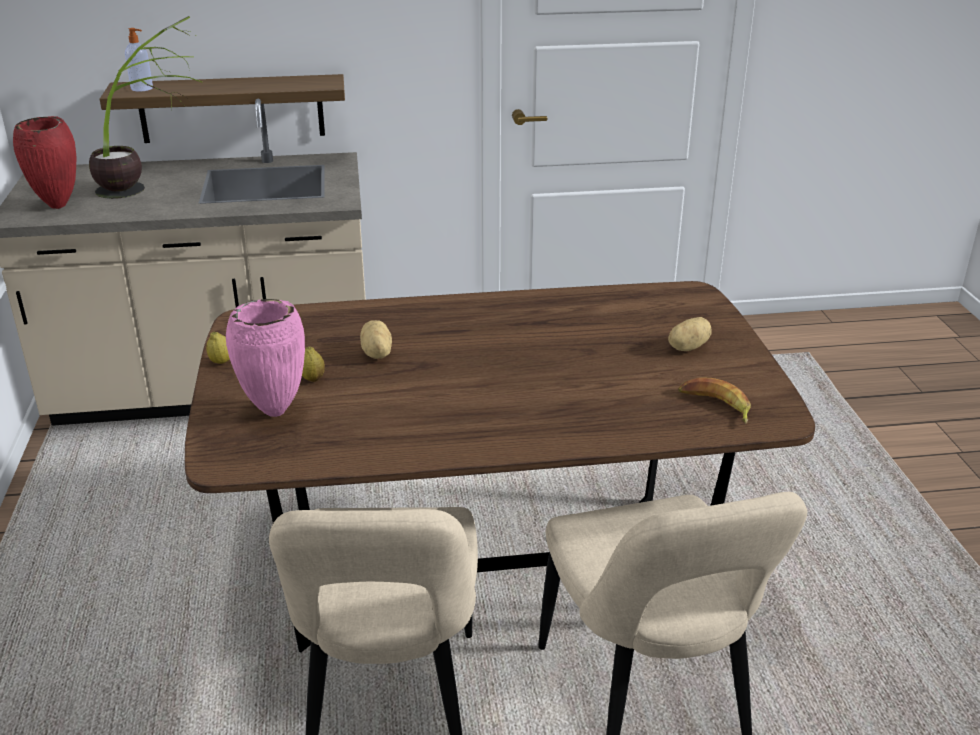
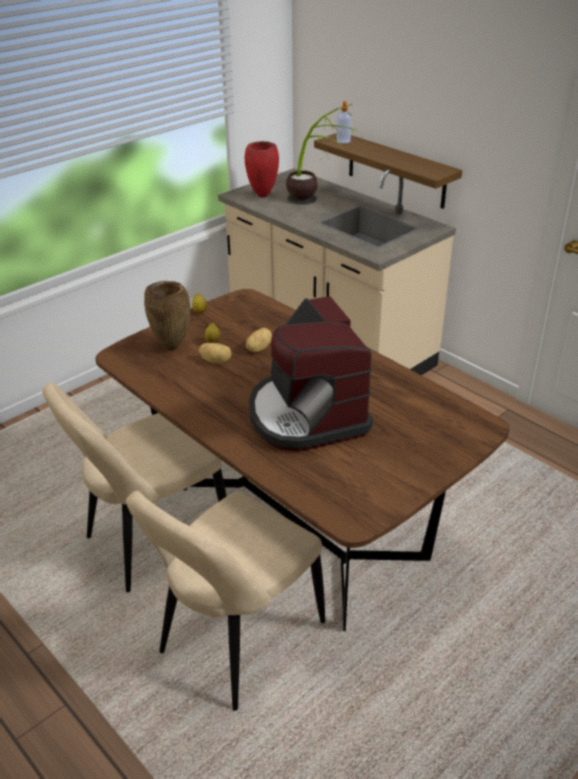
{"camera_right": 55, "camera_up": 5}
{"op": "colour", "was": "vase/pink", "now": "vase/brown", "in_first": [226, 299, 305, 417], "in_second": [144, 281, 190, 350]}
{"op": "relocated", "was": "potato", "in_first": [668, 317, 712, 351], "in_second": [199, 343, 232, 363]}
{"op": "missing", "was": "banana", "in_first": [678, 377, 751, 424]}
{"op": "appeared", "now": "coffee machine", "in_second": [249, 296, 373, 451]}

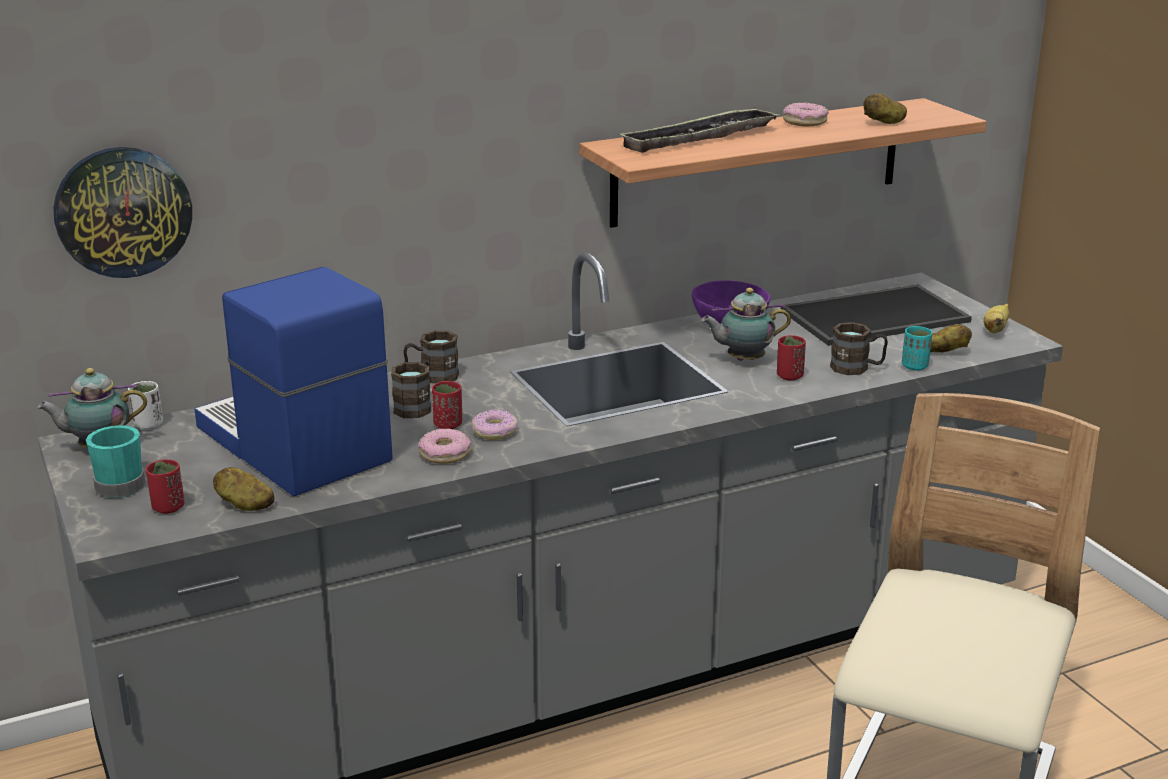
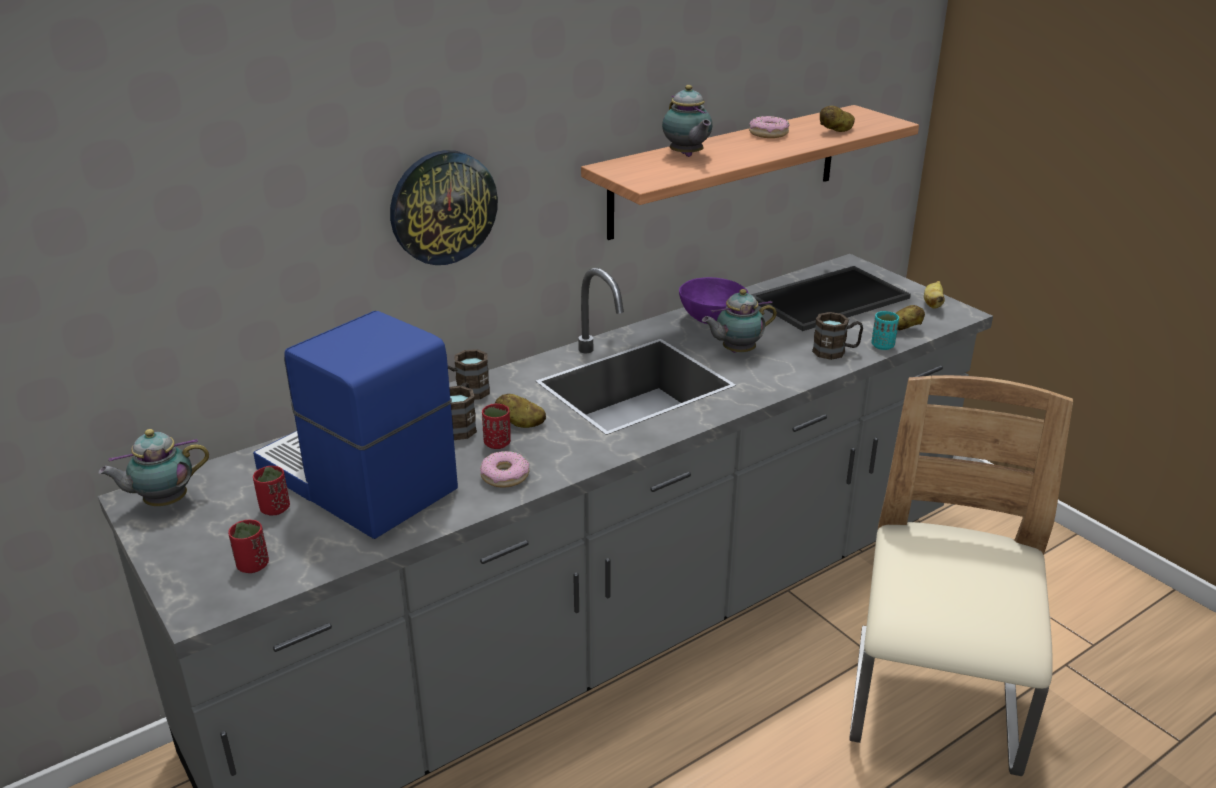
{"camera_right": -10, "camera_up": 5}
{"op": "exchanged", "was": "tray", "now": "teapot", "in_first": [618, 107, 778, 153], "in_second": [662, 85, 712, 157]}
{"op": "relocated", "was": "wall clock", "in_first": [53, 147, 192, 278], "in_second": [390, 150, 498, 265]}
{"op": "relocated", "was": "cup/red", "in_first": [777, 335, 806, 380], "in_second": [253, 466, 290, 516]}
{"op": "missing", "was": "cup/white", "in_first": [128, 381, 163, 430]}
{"op": "missing", "was": "donut", "in_first": [472, 409, 518, 440]}
{"op": "missing", "was": "mug/turquoise", "in_first": [86, 425, 146, 498]}
{"op": "relocated", "was": "potato", "in_first": [213, 467, 274, 511], "in_second": [495, 394, 546, 428]}

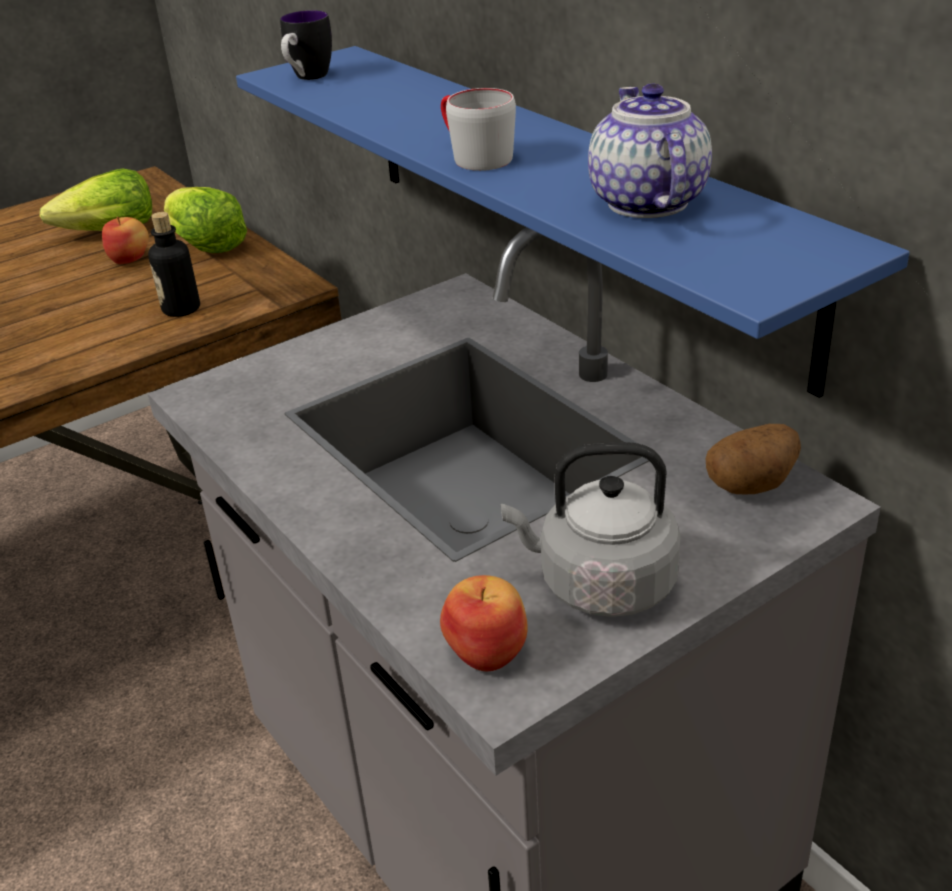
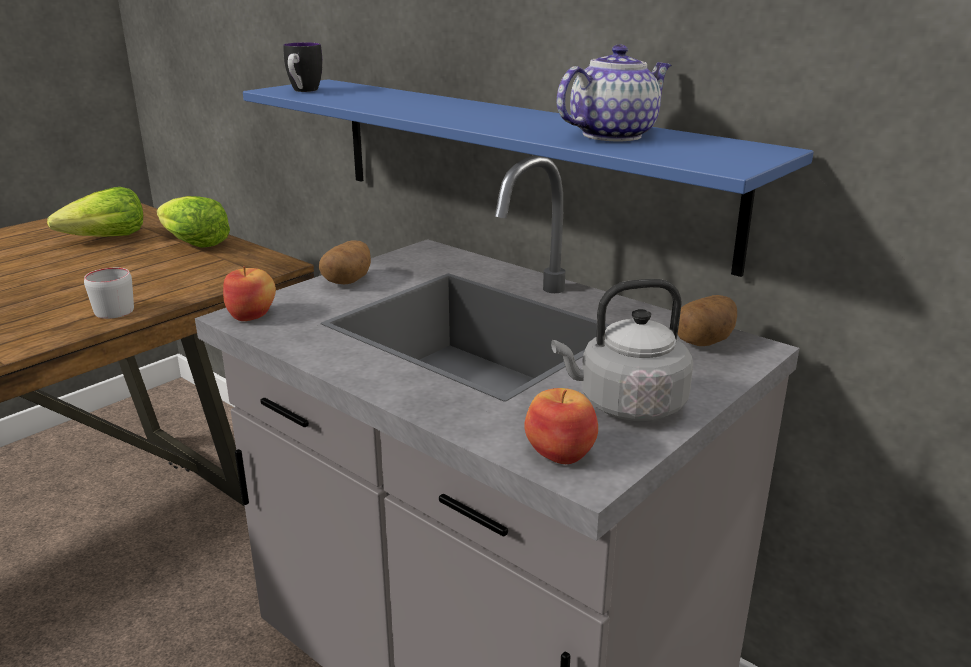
{"camera_right": -15, "camera_up": -10}
{"op": "spun", "was": "teapot", "in_first": [588, 84, 712, 218], "in_second": [557, 45, 672, 141], "clockwise": 75}
{"op": "relocated", "was": "mug/grey", "in_first": [441, 88, 516, 171], "in_second": [84, 268, 134, 319]}
{"op": "missing", "was": "bottle", "in_first": [148, 212, 200, 317]}
{"op": "relocated", "was": "apple", "in_first": [102, 217, 149, 264], "in_second": [223, 266, 276, 321]}
{"op": "appeared", "now": "potato", "in_second": [319, 240, 371, 284]}

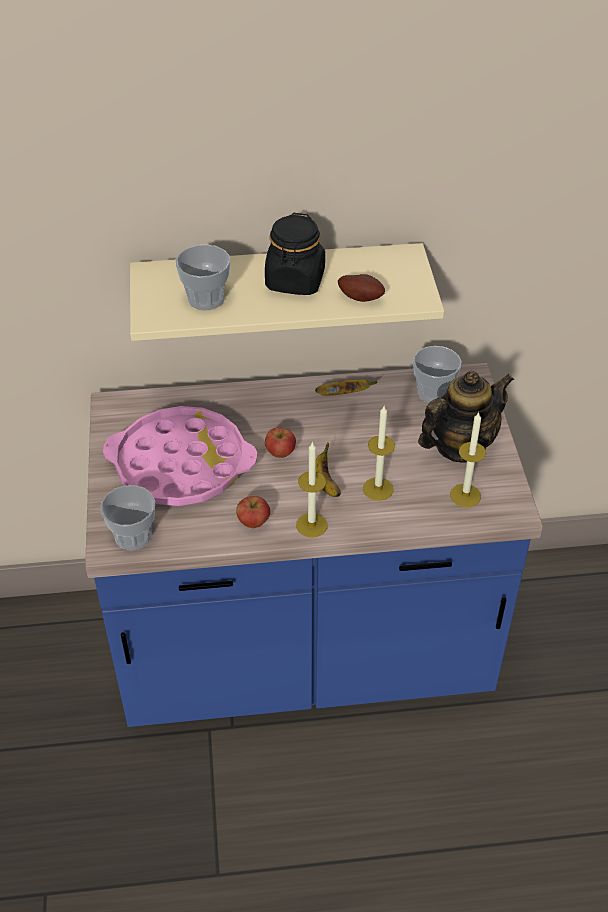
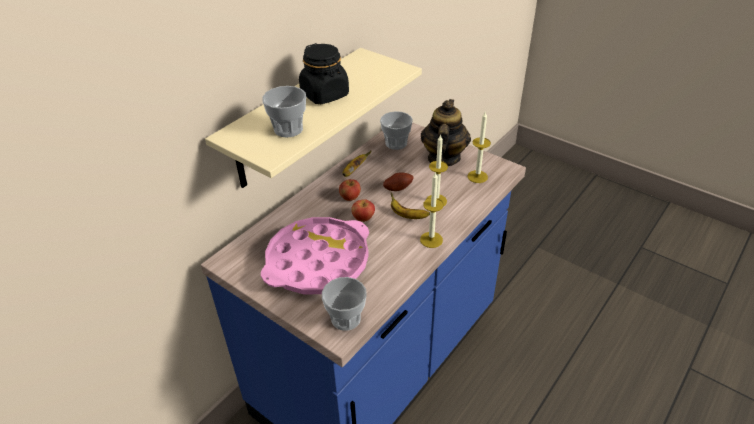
{"camera_right": -45, "camera_up": -5}
{"op": "relocated", "was": "potato", "in_first": [338, 274, 385, 302], "in_second": [383, 173, 414, 191]}
{"op": "relocated", "was": "apple", "in_first": [236, 496, 270, 528], "in_second": [339, 179, 361, 201]}

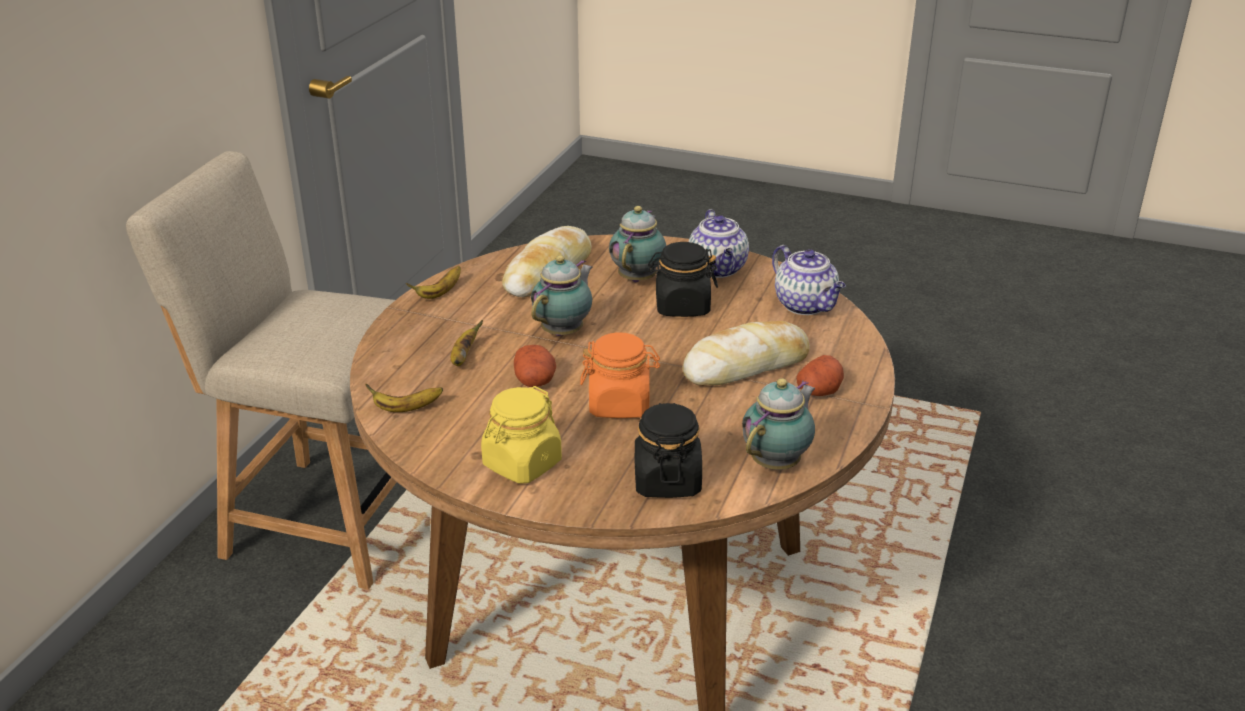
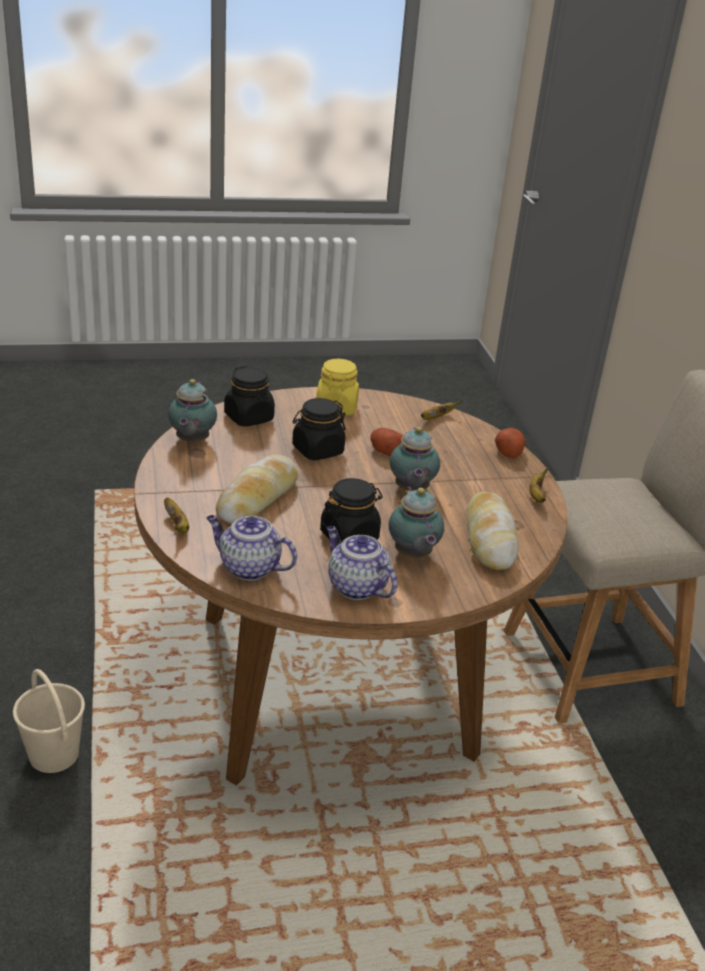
{"camera_right": 145, "camera_up": 0}
{"op": "relocated", "was": "banana", "in_first": [451, 320, 483, 366], "in_second": [164, 497, 189, 534]}
{"op": "colour", "was": "jar/orange", "now": "jar/black", "in_first": [580, 333, 660, 418], "in_second": [292, 398, 346, 460]}
{"op": "relocated", "was": "potato", "in_first": [796, 355, 844, 396], "in_second": [495, 428, 526, 458]}
{"op": "appeared", "now": "bucket/beige", "in_second": [13, 669, 85, 773]}

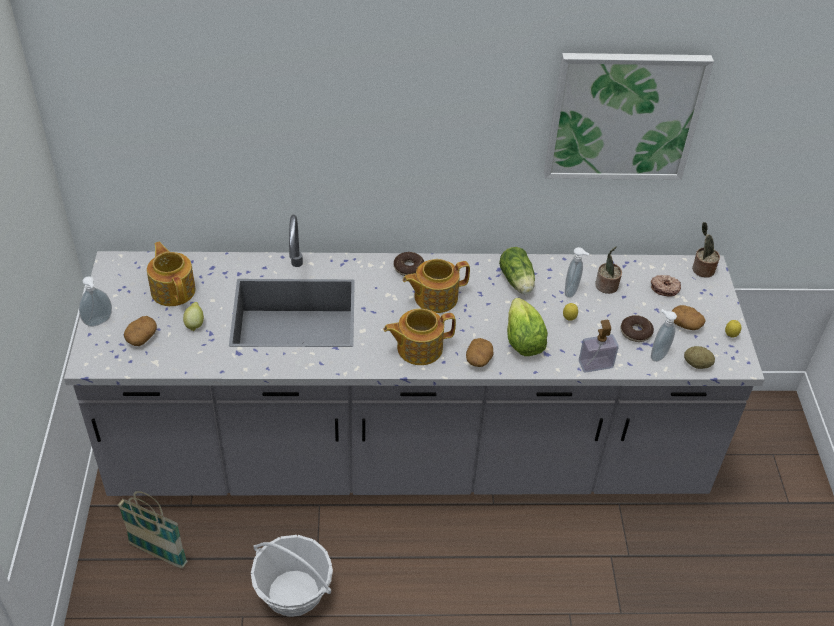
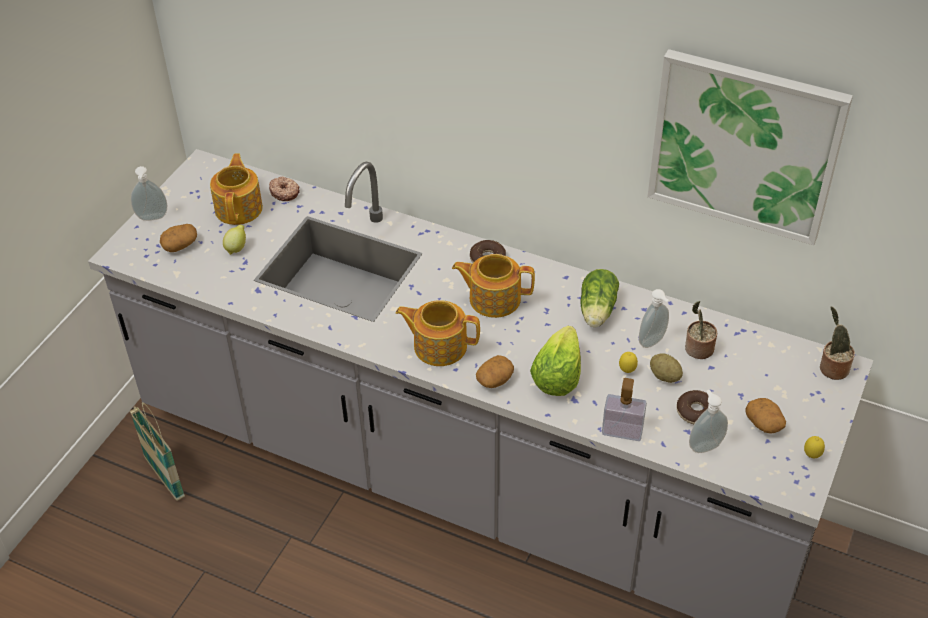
{"camera_right": 30, "camera_up": 0}
{"op": "relocated", "was": "donut", "in_first": [651, 275, 681, 297], "in_second": [269, 177, 300, 201]}
{"op": "relocated", "was": "potato", "in_first": [684, 346, 715, 369], "in_second": [650, 353, 683, 383]}
{"op": "missing", "was": "basket", "in_first": [251, 535, 333, 617]}

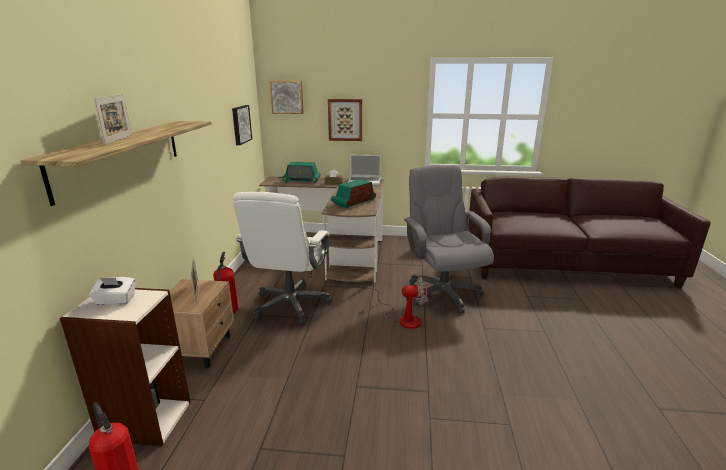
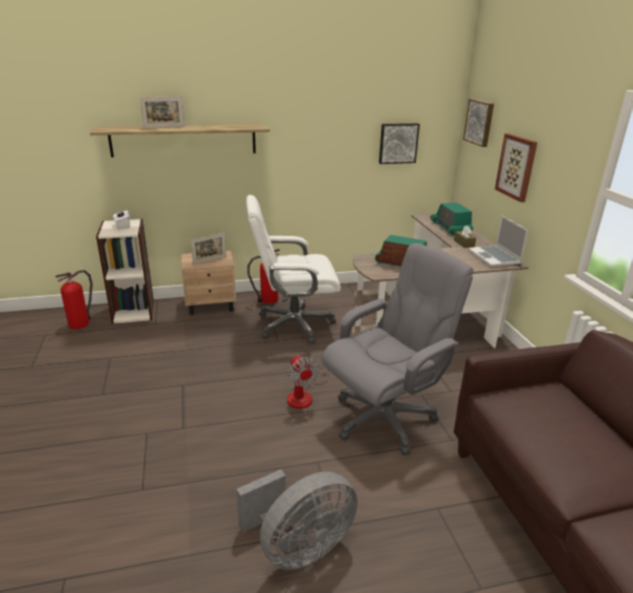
{"camera_right": 70, "camera_up": 5}
{"op": "appeared", "now": "fan/grey", "in_second": [236, 469, 358, 570]}

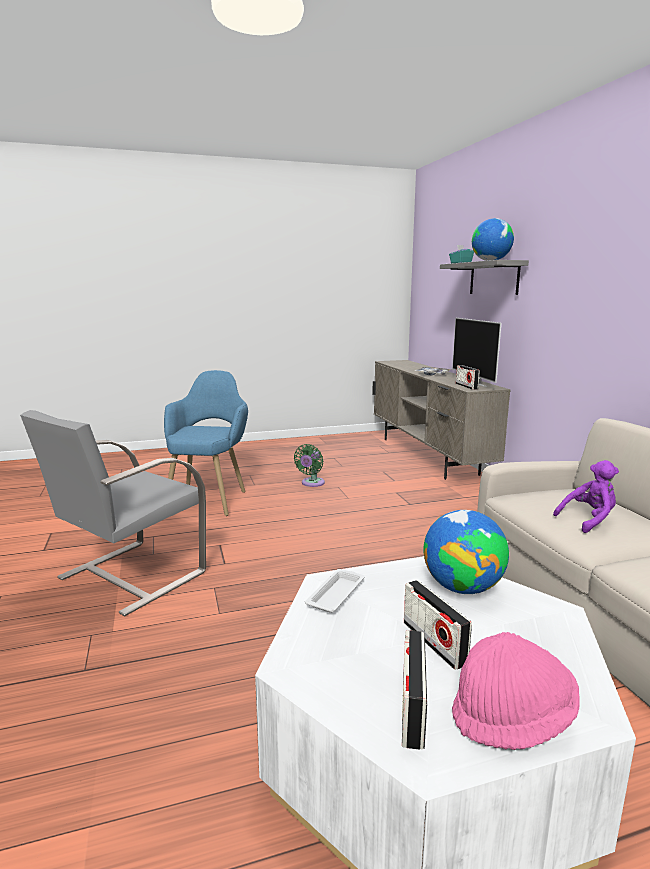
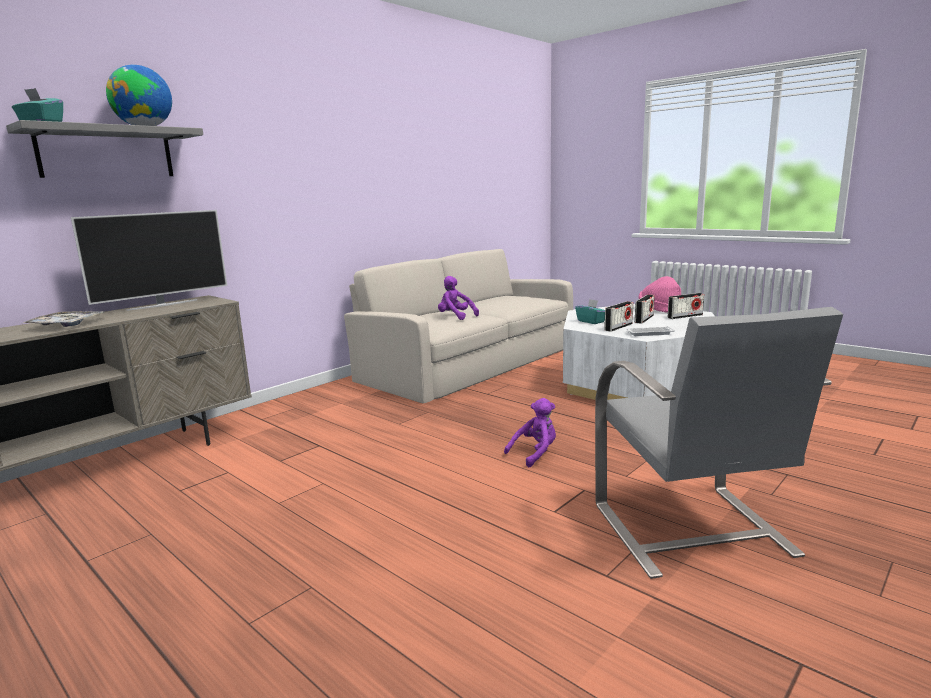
{"camera_right": -120, "camera_up": 0}
{"op": "relocated", "was": "radio", "in_first": [456, 365, 480, 390], "in_second": [604, 301, 633, 332]}
{"op": "missing", "was": "armchair/blue", "in_first": [164, 370, 248, 516]}
{"op": "spun", "was": "armchair/grey", "in_first": [20, 410, 206, 616], "in_second": [595, 307, 843, 579], "clockwise": 75}
{"op": "missing", "was": "fan/green", "in_first": [294, 444, 325, 487]}
{"op": "exchanged", "was": "globe", "now": "tissue box/turquoise", "in_first": [424, 510, 509, 594], "in_second": [575, 299, 605, 324]}
{"op": "appeared", "now": "plush toy/purple", "in_second": [504, 398, 556, 467]}

